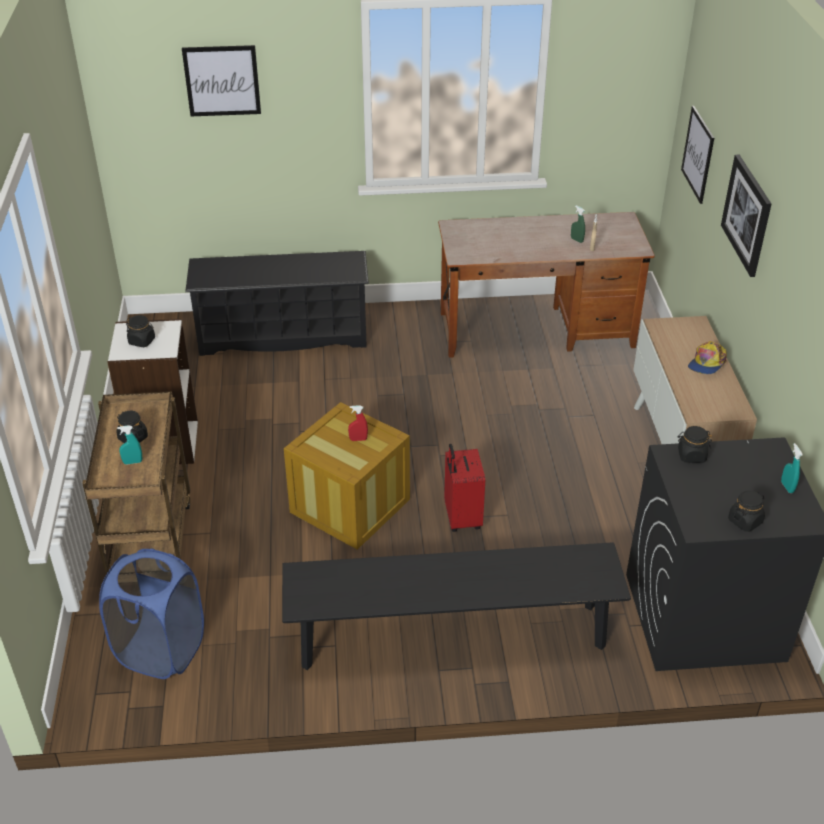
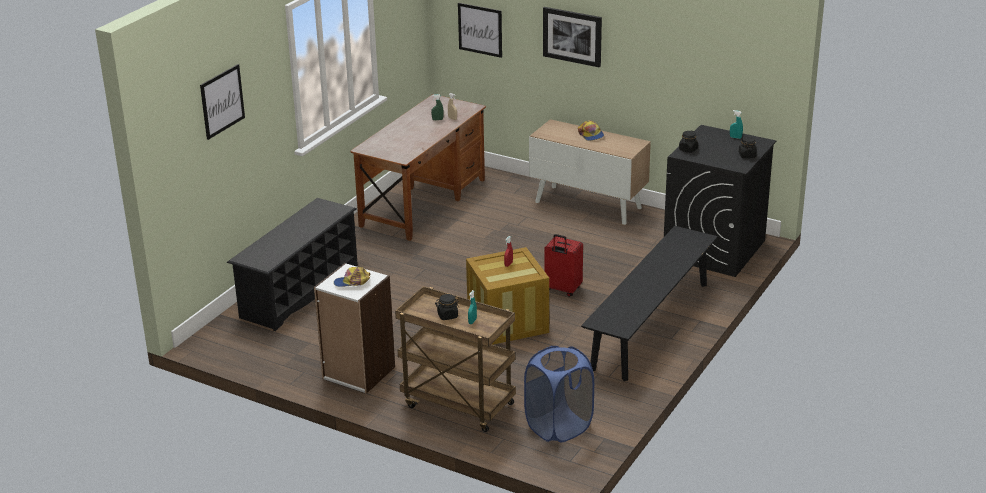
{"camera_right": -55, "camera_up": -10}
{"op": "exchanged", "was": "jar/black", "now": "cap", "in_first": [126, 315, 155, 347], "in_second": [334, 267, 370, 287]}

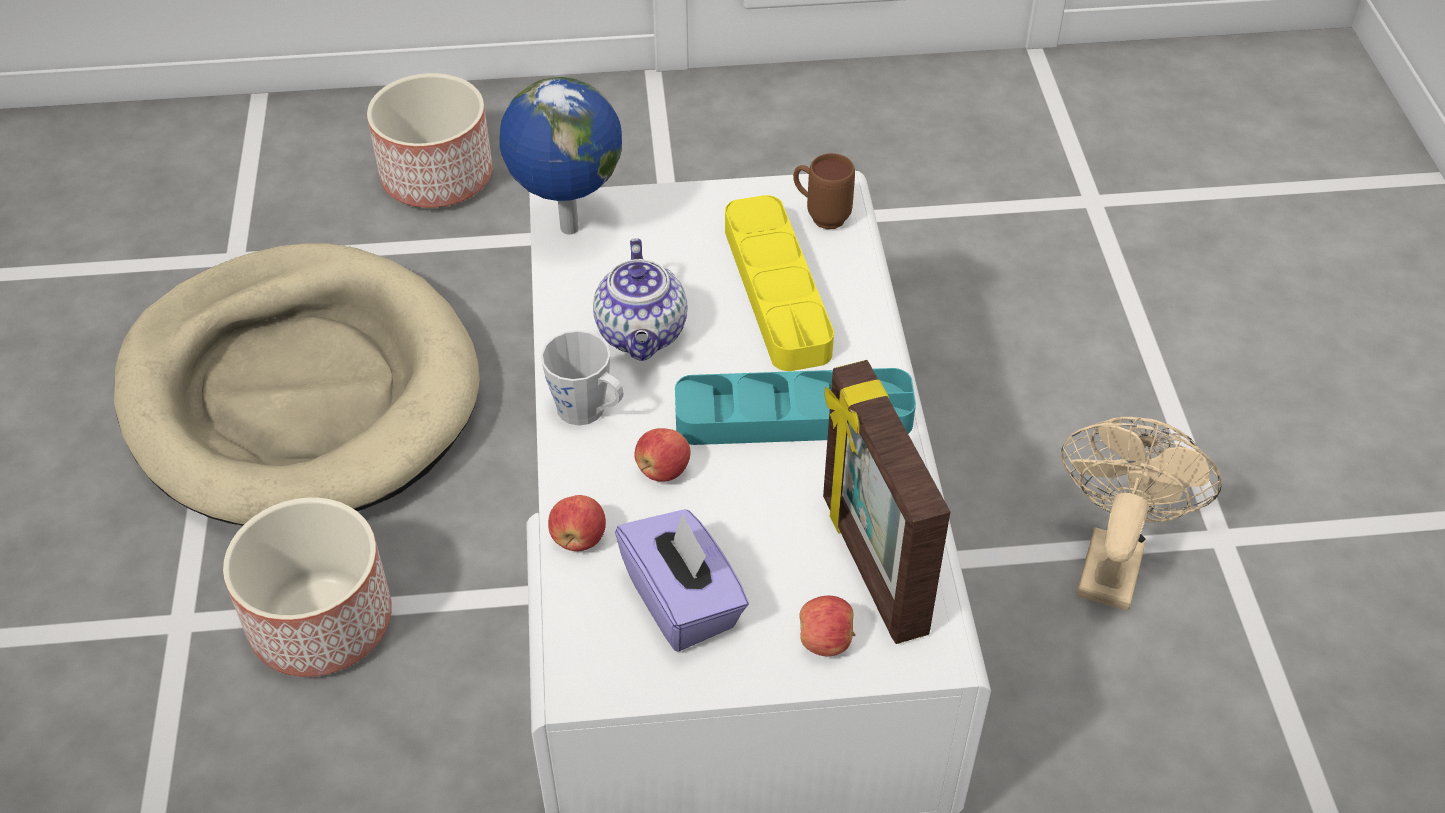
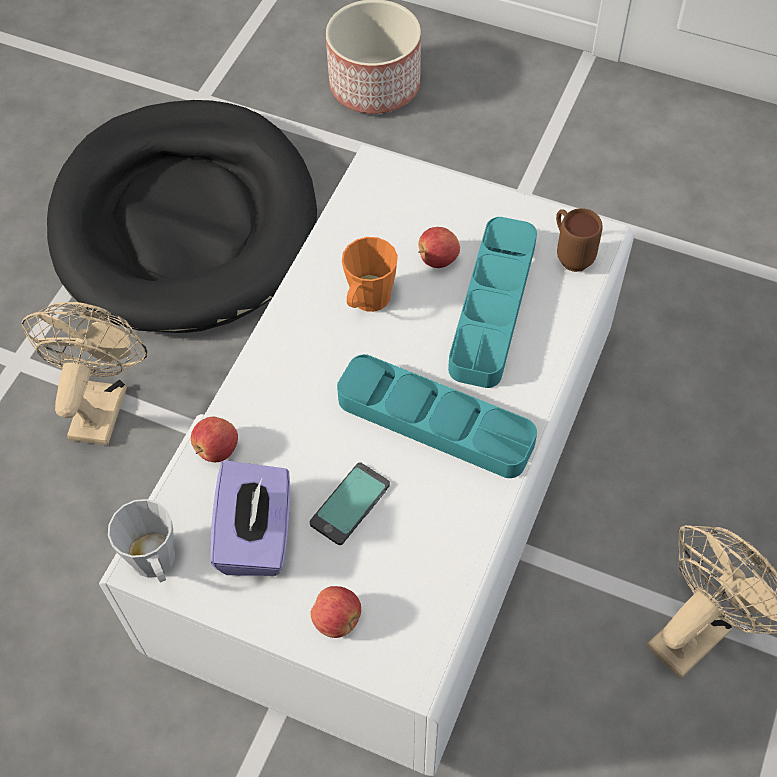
{"camera_right": 30, "camera_up": 10}
{"op": "missing", "was": "globe", "in_first": [500, 77, 622, 235]}
{"op": "colour", "was": "tray/yellow", "now": "tray/turquoise", "in_first": [725, 195, 834, 371], "in_second": [448, 217, 537, 388]}
{"op": "exchanged", "was": "teapot", "now": "mug/orange", "in_first": [593, 238, 688, 361], "in_second": [342, 237, 398, 312]}
{"op": "colour", "was": "dog bed/beige", "now": "dog bed/black", "in_first": [114, 243, 480, 525], "in_second": [47, 100, 317, 333]}
{"op": "relocated", "was": "mug/grey", "in_first": [541, 330, 624, 425], "in_second": [108, 499, 175, 583]}
{"op": "missing", "was": "picture frame", "in_first": [823, 360, 950, 644]}
{"op": "relocated", "was": "apple", "in_first": [634, 428, 691, 482], "in_second": [418, 227, 460, 268]}
{"op": "exchanged", "was": "planter", "now": "fan/beige", "in_first": [223, 497, 392, 677], "in_second": [22, 302, 147, 445]}
{"op": "appeared", "now": "phone", "in_second": [310, 462, 390, 545]}

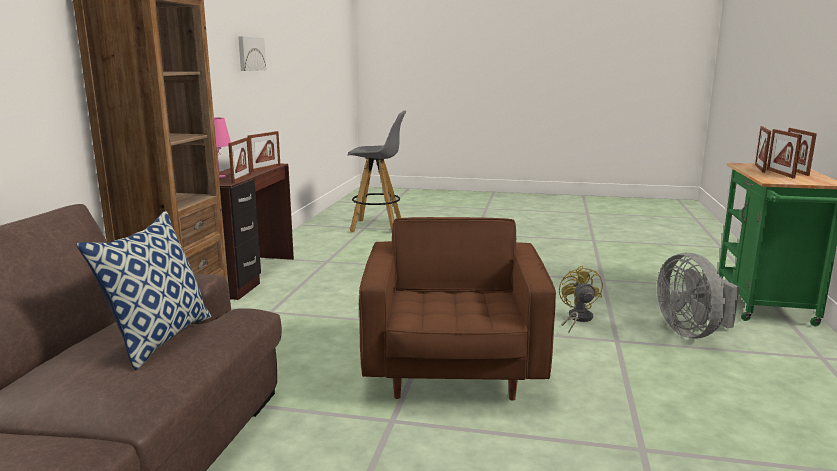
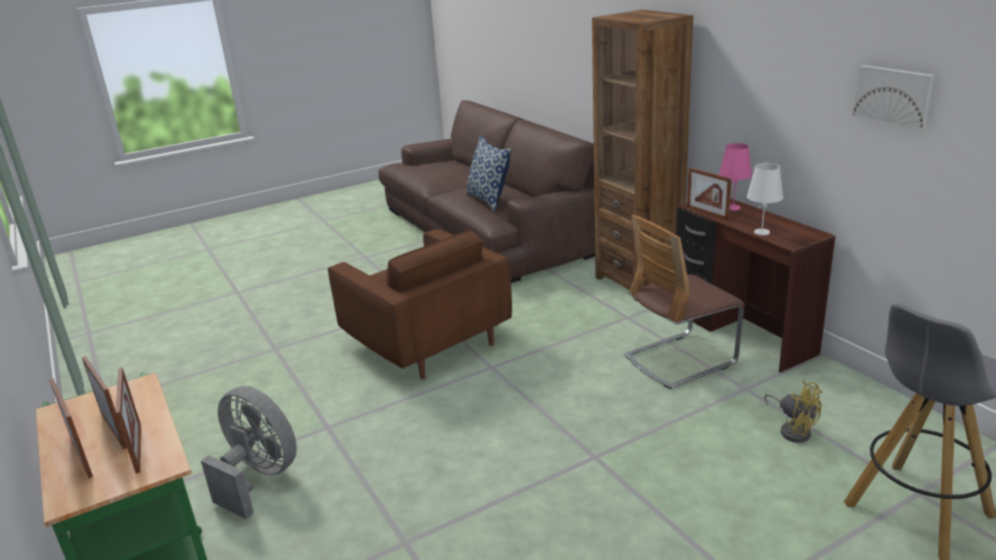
{"camera_right": 140, "camera_up": 10}
{"op": "exchanged", "was": "picture frame", "now": "table lamp/white", "in_first": [248, 131, 281, 172], "in_second": [747, 163, 783, 236]}
{"op": "relocated", "was": "fan/yellow", "in_first": [559, 265, 603, 332], "in_second": [764, 381, 823, 443]}
{"op": "appeared", "now": "chair", "in_second": [625, 215, 745, 389]}

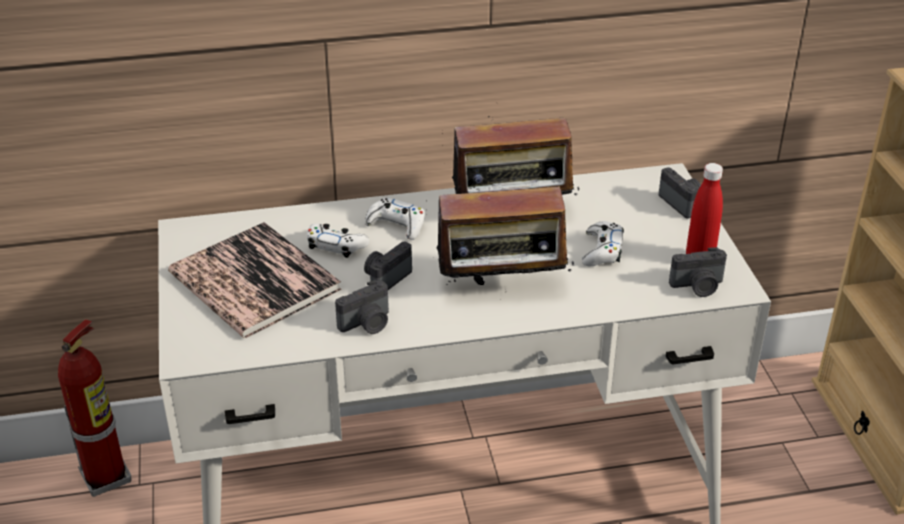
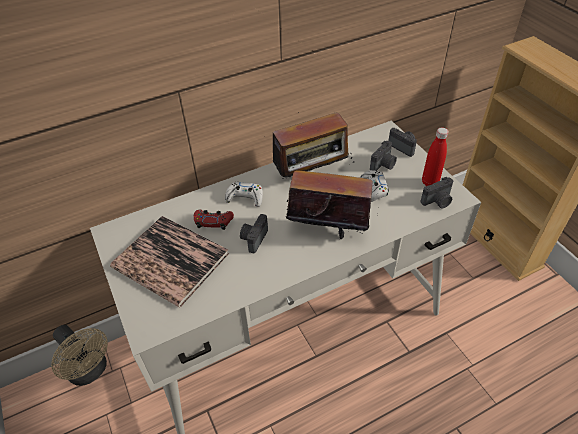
{"camera_right": -15, "camera_up": 10}
{"op": "spun", "was": "radio", "in_first": [426, 186, 574, 285], "in_second": [286, 161, 373, 239], "clockwise": -150}
{"op": "colour", "was": "game controller/white", "now": "game controller/red", "in_first": [307, 224, 369, 258], "in_second": [194, 210, 234, 230]}
{"op": "relocated", "was": "photo camera", "in_first": [335, 280, 389, 334], "in_second": [370, 141, 397, 171]}
{"op": "exchanged", "was": "fire extinguisher", "now": "fan/beige", "in_first": [58, 319, 132, 497], "in_second": [51, 325, 108, 386]}

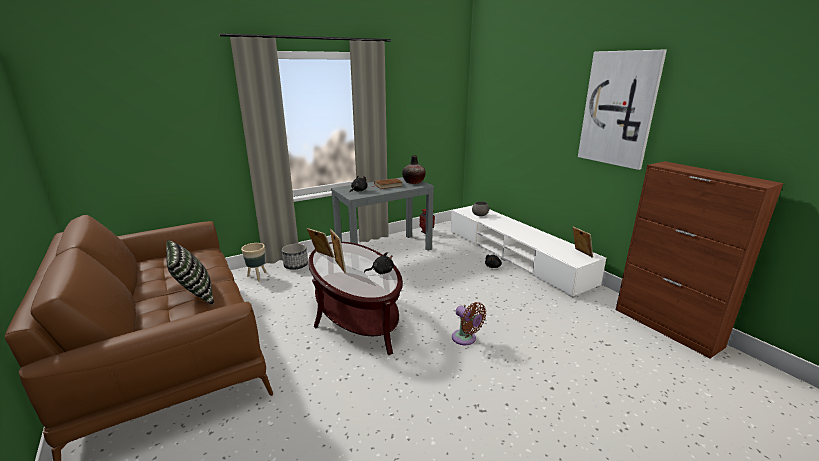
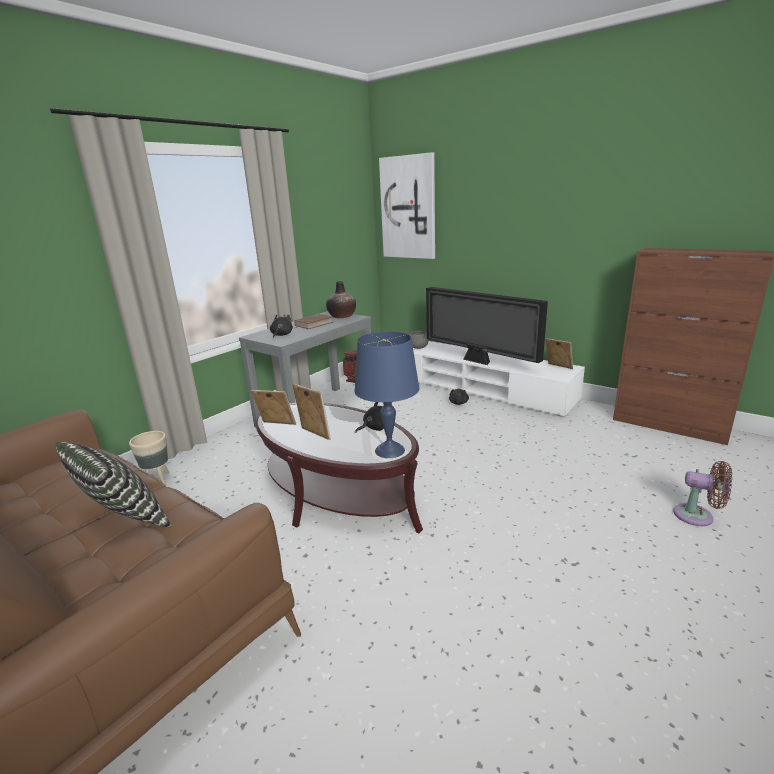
{"camera_right": -20, "camera_up": 0}
{"op": "relocated", "was": "picture", "in_first": [578, 50, 667, 170], "in_second": [379, 152, 435, 259]}
{"op": "missing", "was": "planter", "in_first": [282, 243, 308, 270]}
{"op": "relocated", "was": "fan/brown", "in_first": [452, 302, 486, 345], "in_second": [673, 461, 732, 526]}
{"op": "appeared", "now": "television", "in_second": [426, 287, 548, 365]}
{"op": "appeared", "now": "table lamp/blue", "in_second": [354, 331, 419, 458]}

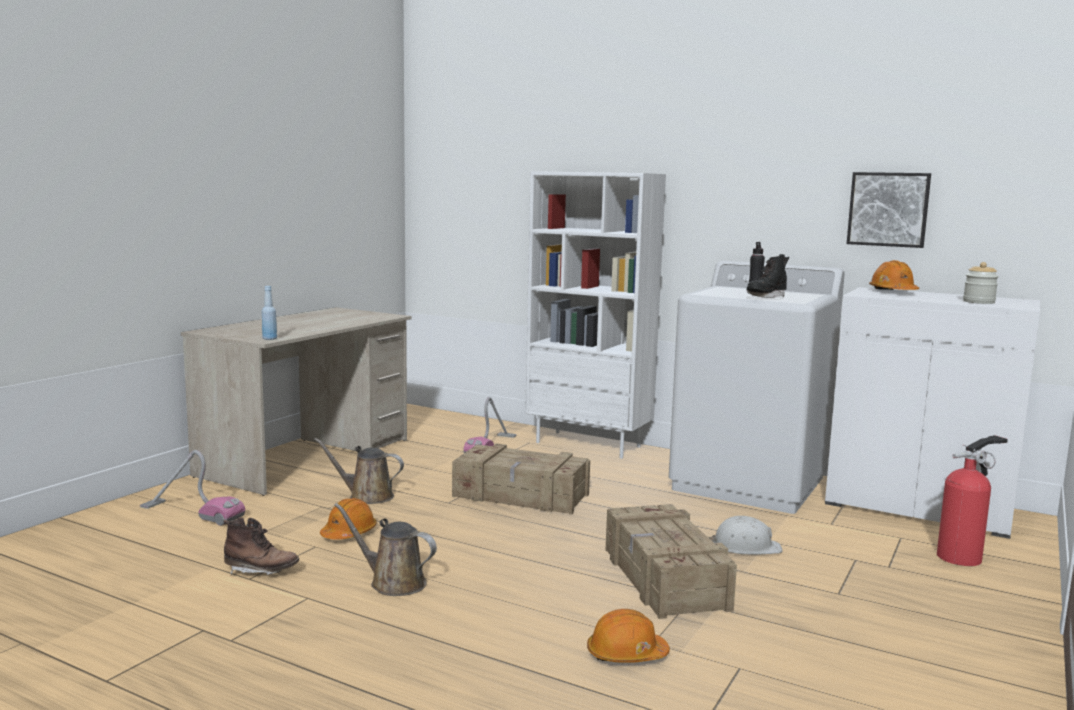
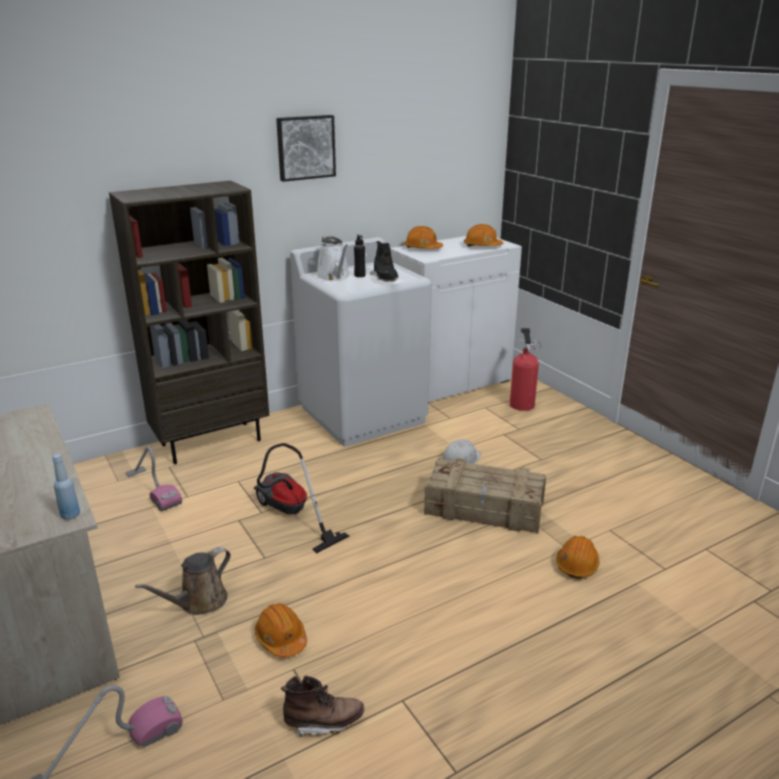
{"camera_right": -60, "camera_up": 15}
{"op": "colour", "was": "bookcase/white", "now": "bookcase/brown", "in_first": [525, 171, 666, 459], "in_second": [109, 181, 269, 464]}
{"op": "relocated", "was": "picture", "in_first": [847, 172, 931, 248], "in_second": [276, 115, 336, 182]}
{"op": "exchanged", "was": "jar", "now": "hard hat/orange", "in_first": [963, 262, 999, 304], "in_second": [464, 224, 503, 247]}
{"op": "exchanged", "was": "crate", "now": "vacuum cleaner", "in_first": [452, 443, 590, 515], "in_second": [254, 443, 350, 554]}
{"op": "missing", "was": "watering can/brown", "in_first": [334, 503, 437, 596]}
{"op": "spun", "was": "boot/brown", "in_first": [223, 518, 299, 575], "in_second": [281, 675, 364, 739], "clockwise": 45}
{"op": "appeared", "now": "watering can/white", "in_second": [316, 236, 350, 281]}

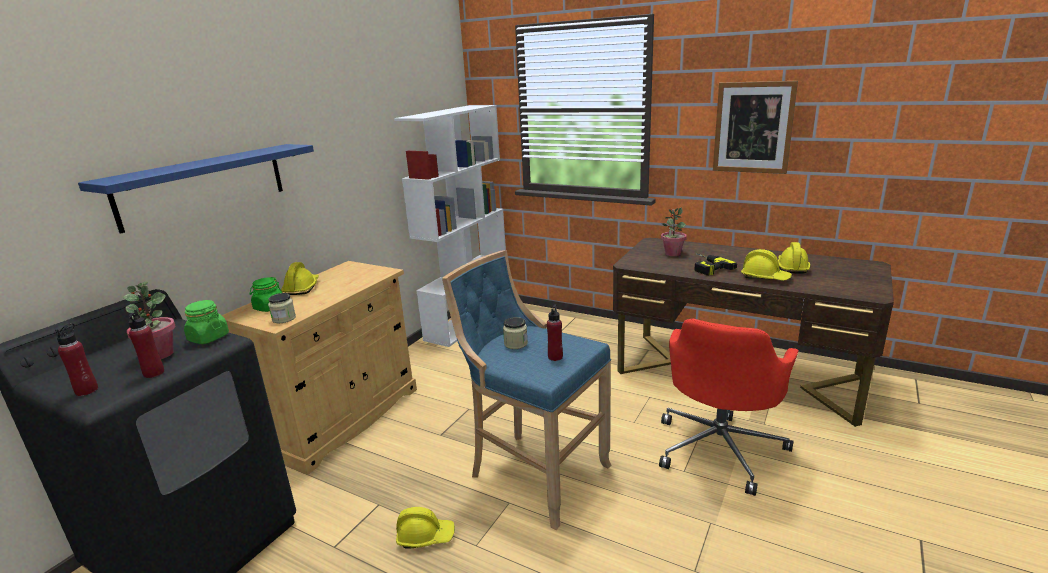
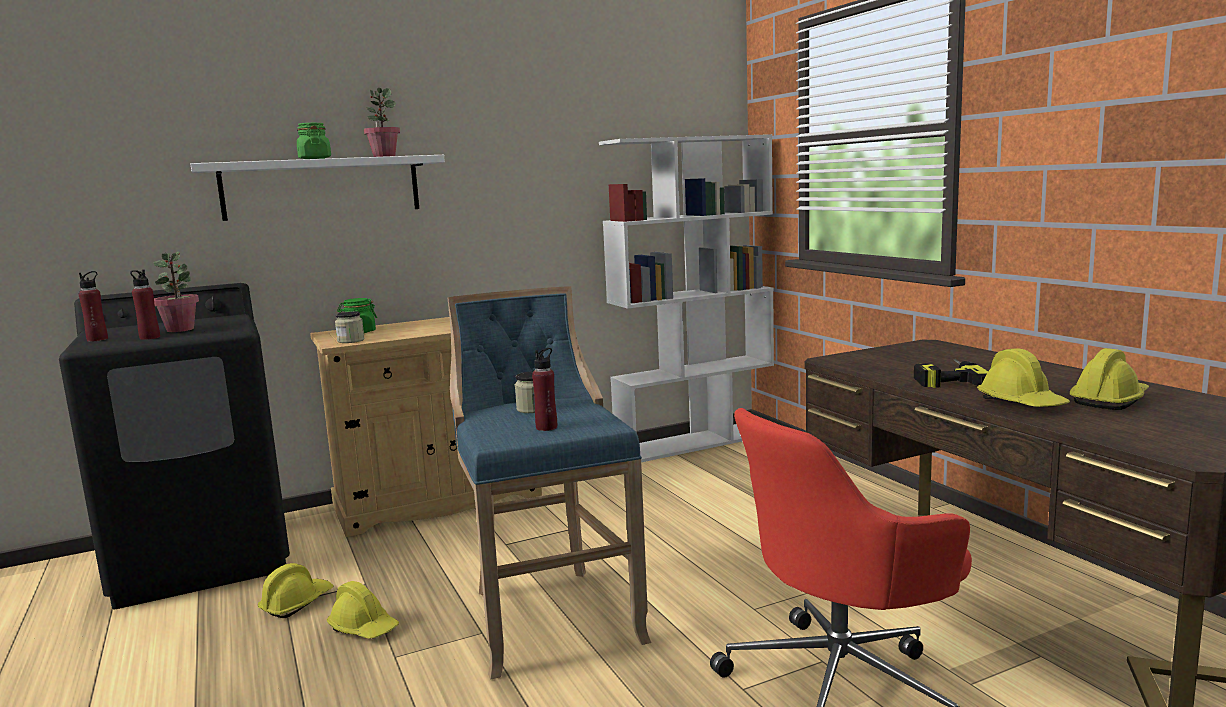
{"camera_right": 35, "camera_up": -10}
{"op": "missing", "was": "picture", "in_first": [713, 81, 798, 174]}
{"op": "colour", "was": "shelf/blue", "now": "shelf/white", "in_first": [78, 144, 314, 234], "in_second": [190, 155, 445, 221]}
{"op": "relocated", "was": "potted plant", "in_first": [661, 207, 687, 256], "in_second": [364, 88, 400, 157]}
{"op": "relocated", "was": "hard hat/yellow", "in_first": [281, 262, 319, 295], "in_second": [258, 563, 334, 618]}
{"op": "relocated", "was": "jar/green", "in_first": [184, 300, 229, 344], "in_second": [297, 123, 331, 159]}

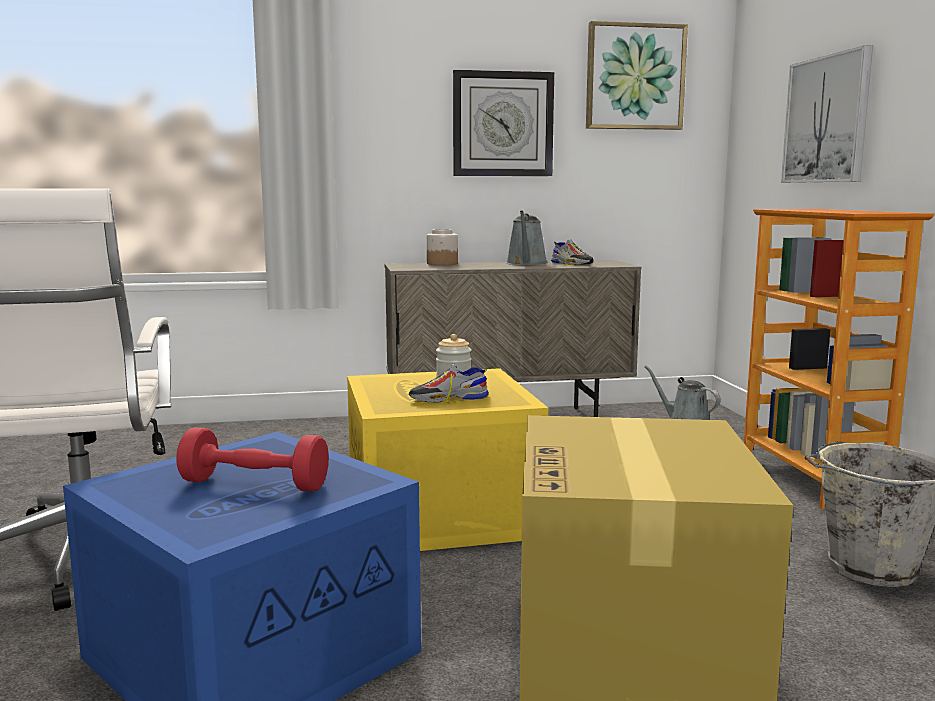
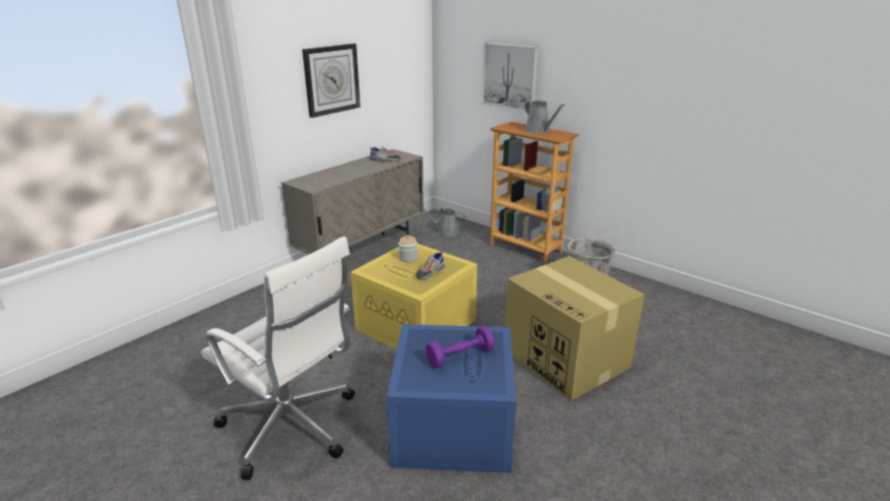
{"camera_right": -40, "camera_up": 15}
{"op": "missing", "was": "picture", "in_first": [586, 21, 688, 130]}
{"op": "relocated", "was": "watering can/grey", "in_first": [506, 210, 548, 265], "in_second": [525, 101, 565, 134]}
{"op": "missing", "was": "jar", "in_first": [427, 229, 458, 265]}
{"op": "colour", "was": "dumbbell/red", "now": "dumbbell/purple", "in_first": [176, 427, 329, 492], "in_second": [426, 326, 494, 368]}

